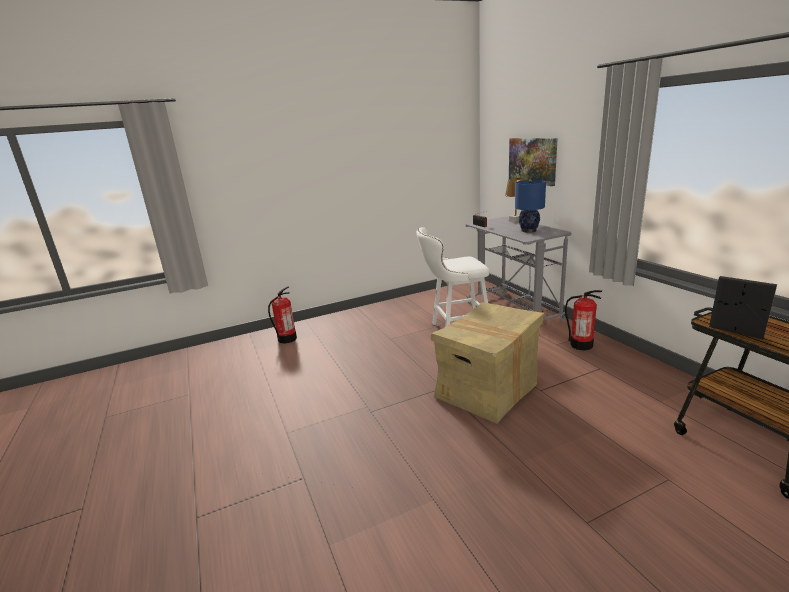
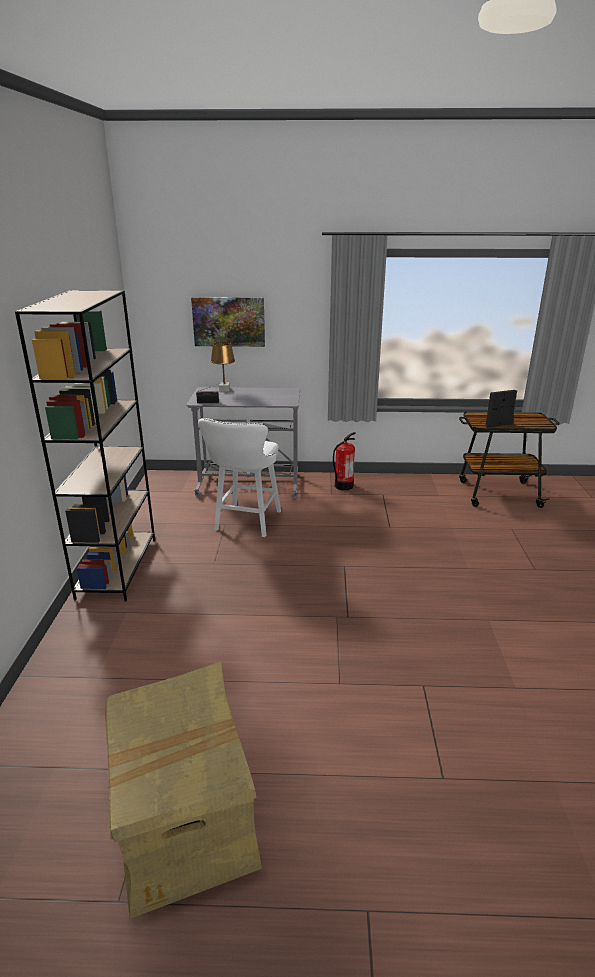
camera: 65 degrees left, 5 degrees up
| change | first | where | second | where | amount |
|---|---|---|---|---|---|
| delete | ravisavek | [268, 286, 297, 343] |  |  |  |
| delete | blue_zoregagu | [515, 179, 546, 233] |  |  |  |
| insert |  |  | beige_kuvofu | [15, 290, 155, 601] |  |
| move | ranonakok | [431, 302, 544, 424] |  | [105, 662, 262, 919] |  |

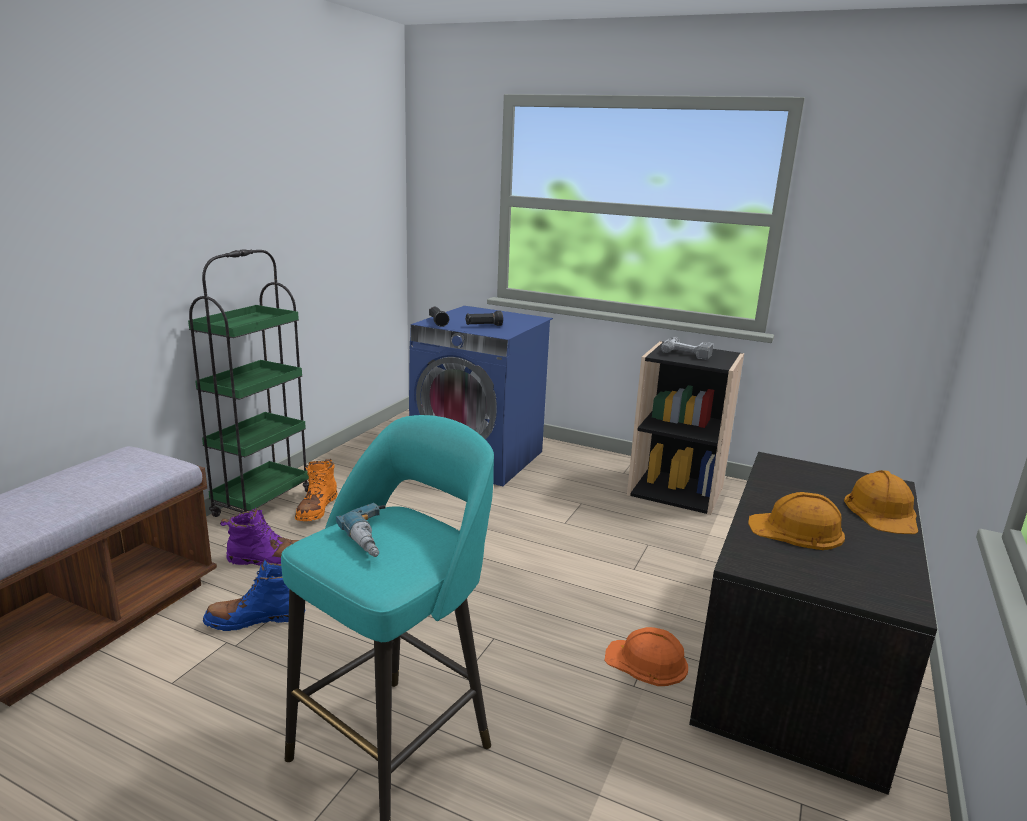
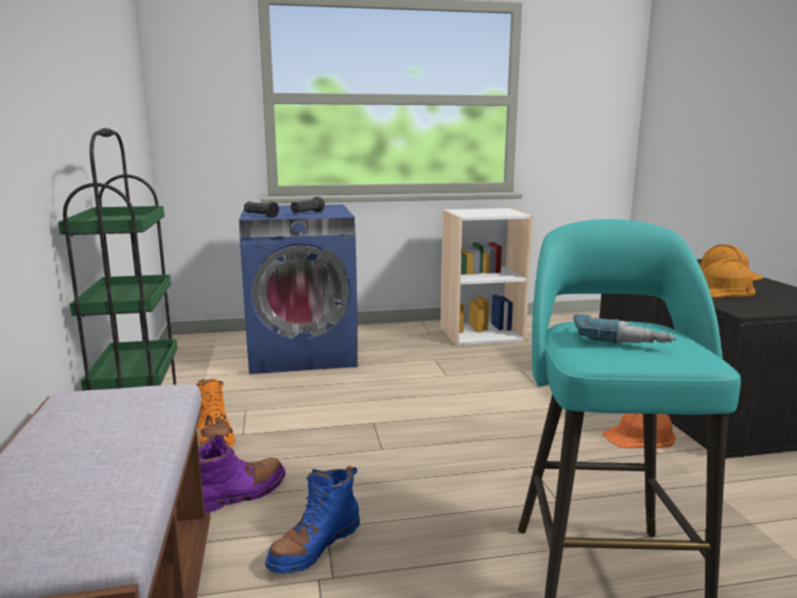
camera: 35 degrees left, 5 degrees down
| change | first | where | second | where | amount |
|---|---|---|---|---|---|
| delete | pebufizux | [661, 336, 713, 360] |  |  |  |
| recolor | black_kuvofu | [627, 341, 744, 515] | white_kuvofu | [440, 208, 533, 345] |  |

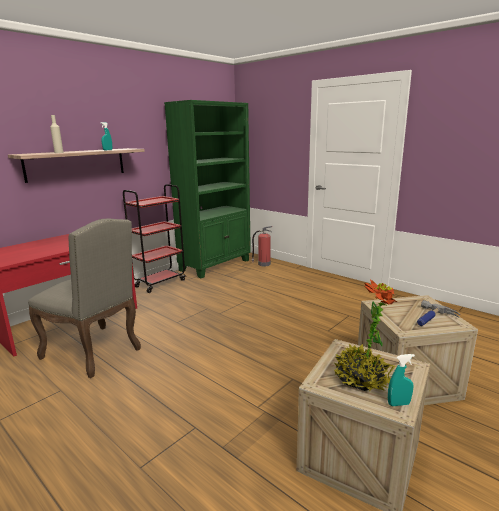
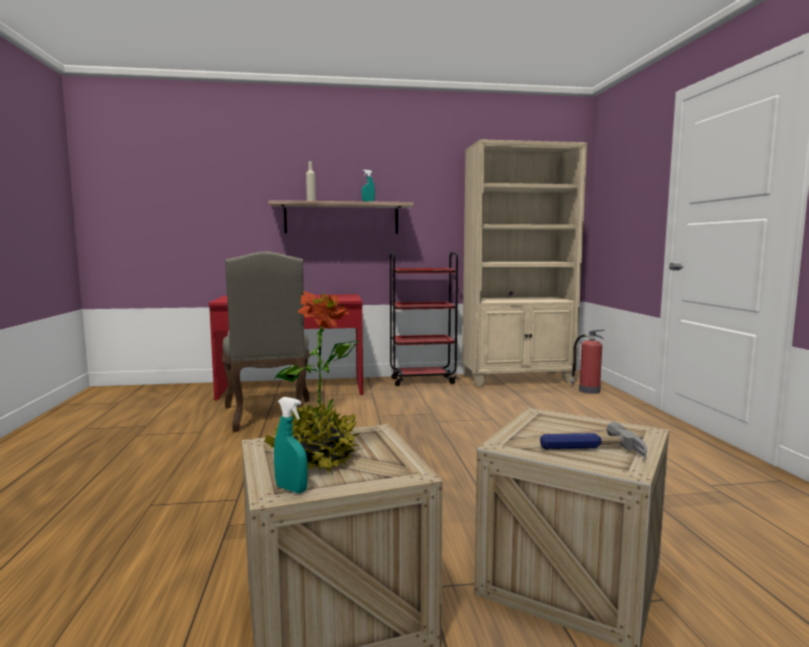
camera: 40 degrees right, 10 degrees down
| change | first | where | second | where | amount |
|---|---|---|---|---|---|
| recolor | green_kuvofu | [164, 100, 251, 278] | beige_kuvofu | [462, 139, 587, 387] |  |

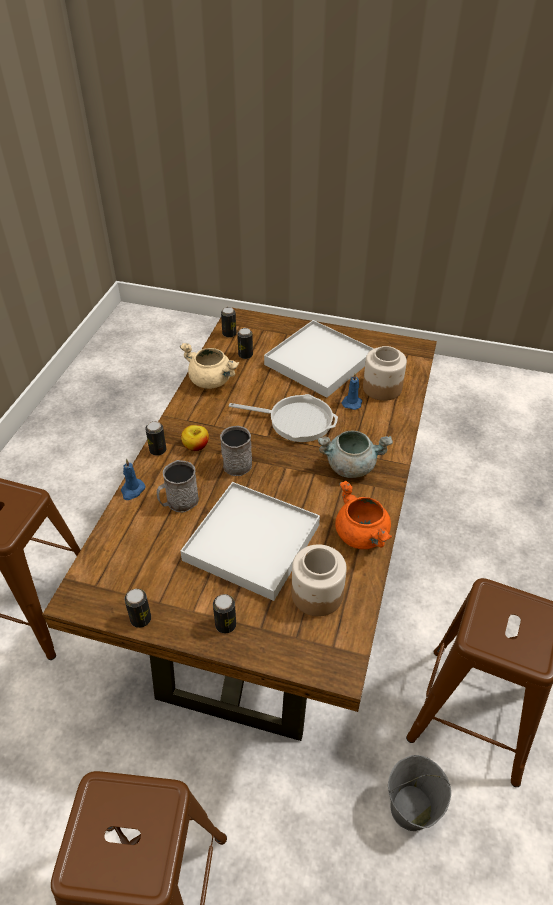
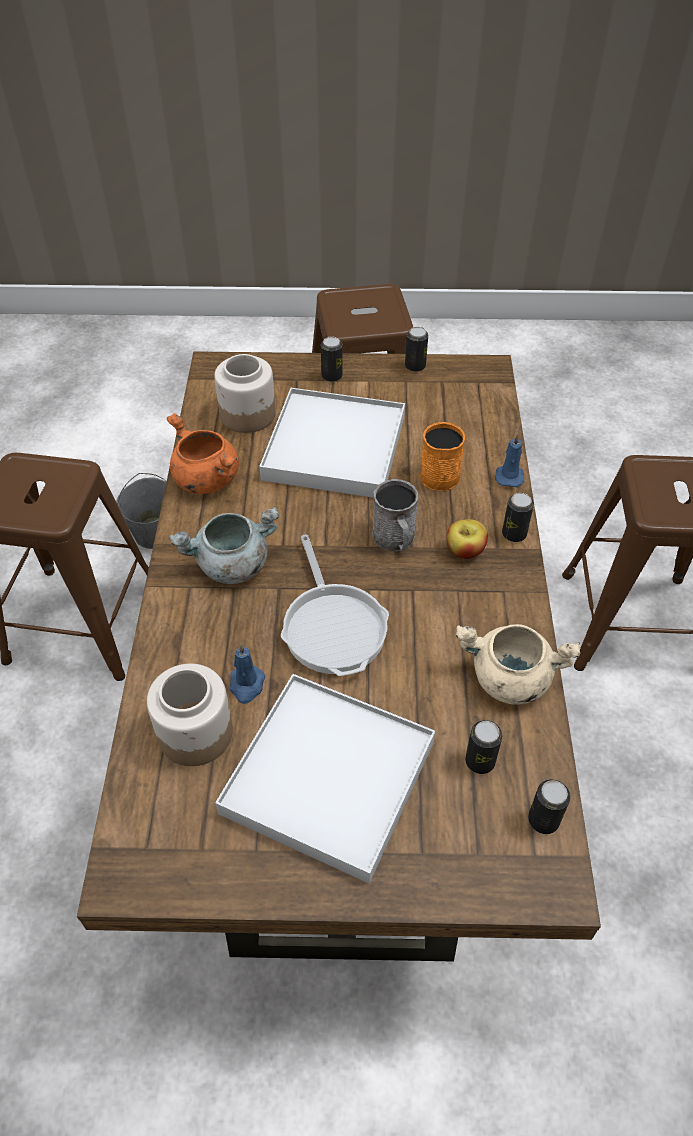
camera: 165 degrees right, 5 degrees up
| change | first | where | second | where | amount |
|---|---|---|---|---|---|
| recolor | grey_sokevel | [157, 460, 199, 513] | orange_sokevel | [420, 422, 465, 491] |  |
| rotate | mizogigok | [229, 394, 338, 442] |  | [281, 534, 389, 676] | 105 degrees counterclockwise |

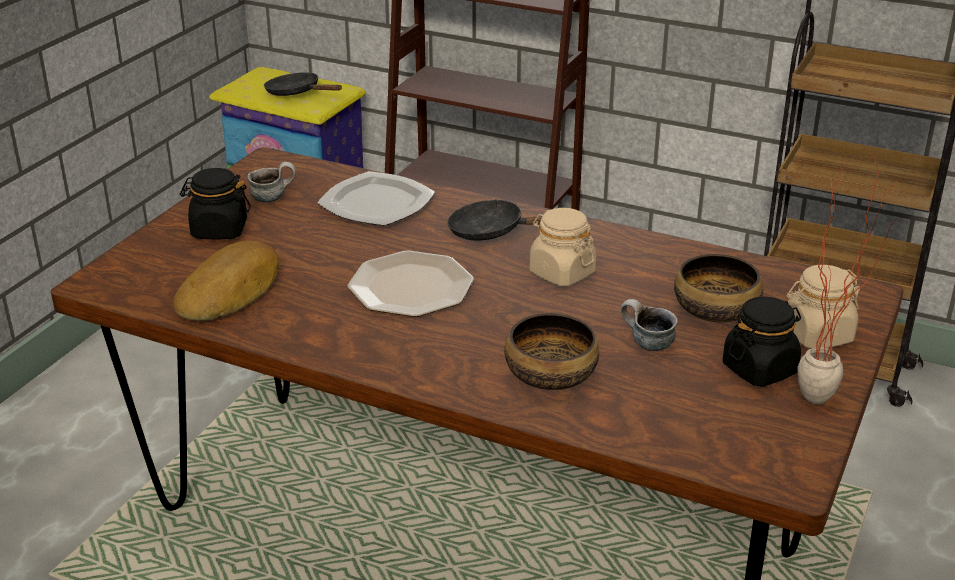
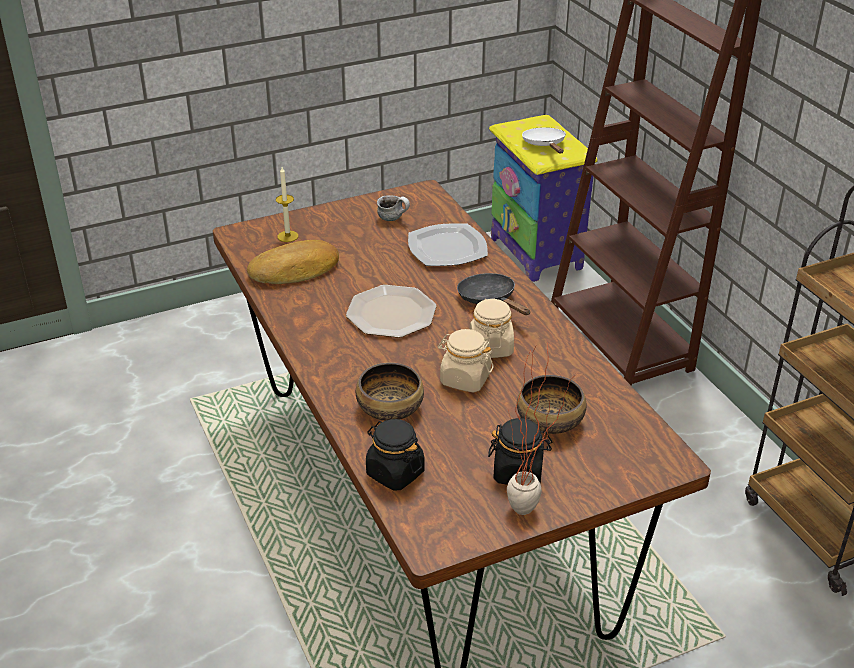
camera: 40 degrees right, 5 degrees up
| change | first | where | second | where | amount |
|---|---|---|---|---|---|
| delete | sokevel | [620, 299, 678, 351] |  |  |  |
| insert |  |  | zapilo | [276, 167, 298, 242] |  |
| move | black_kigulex | [180, 168, 251, 239] |  | [366, 419, 424, 491] |  |
| move | beige_kigulex | [787, 265, 860, 349] |  | [438, 329, 494, 393] |  |
| recolor | black_mizogigok | [264, 72, 342, 96] | white_mizogigok | [522, 127, 566, 154] |  |

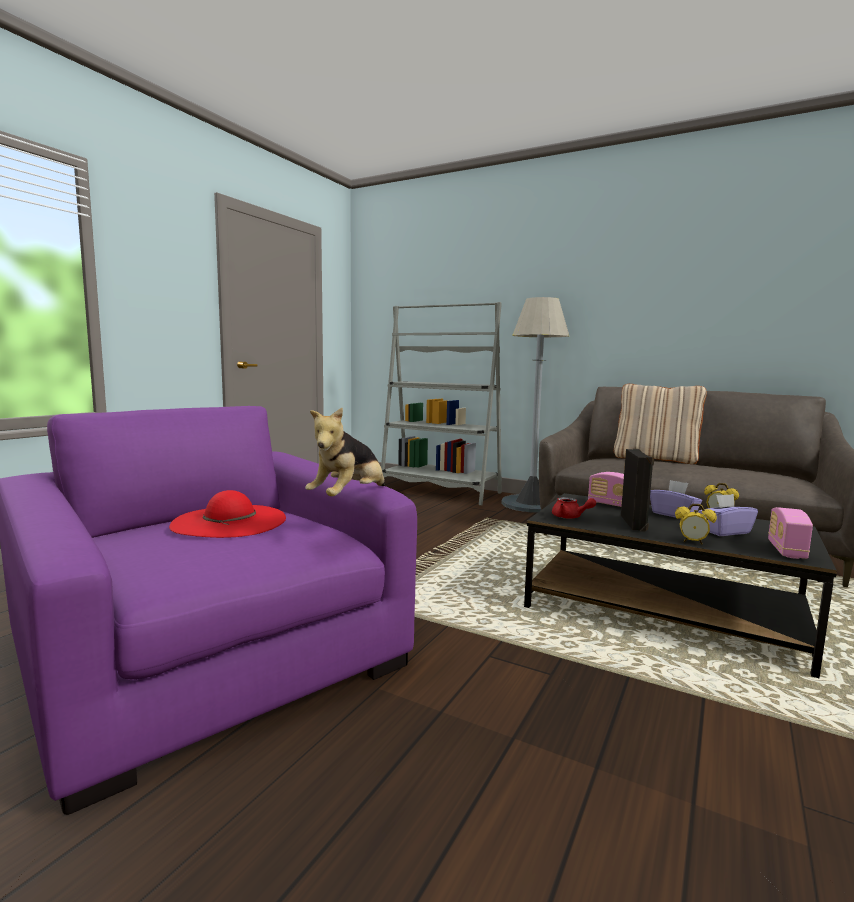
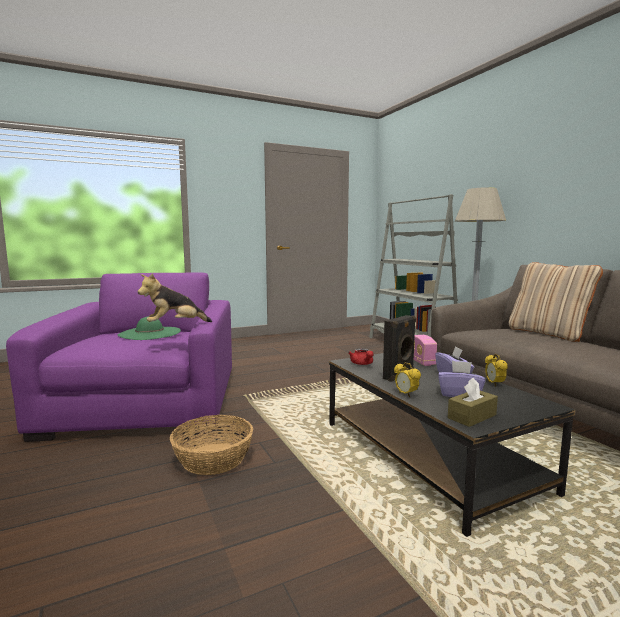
camera: 35 degrees right, 0 degrees up
| change | first | where | second | where | amount |
|---|---|---|---|---|---|
| insert |  |  | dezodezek | [170, 415, 253, 475] |  |
| replace | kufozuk | [768, 507, 813, 559] | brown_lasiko | [448, 378, 498, 427] |  |
| recolor | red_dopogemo | [169, 490, 286, 538] | green_dopogemo | [118, 316, 181, 340] |  |

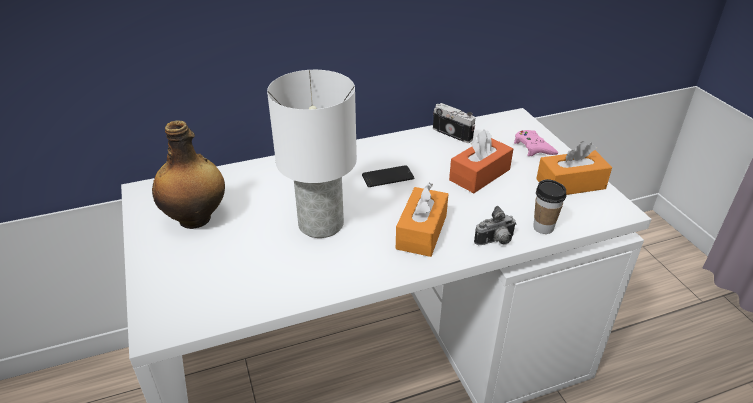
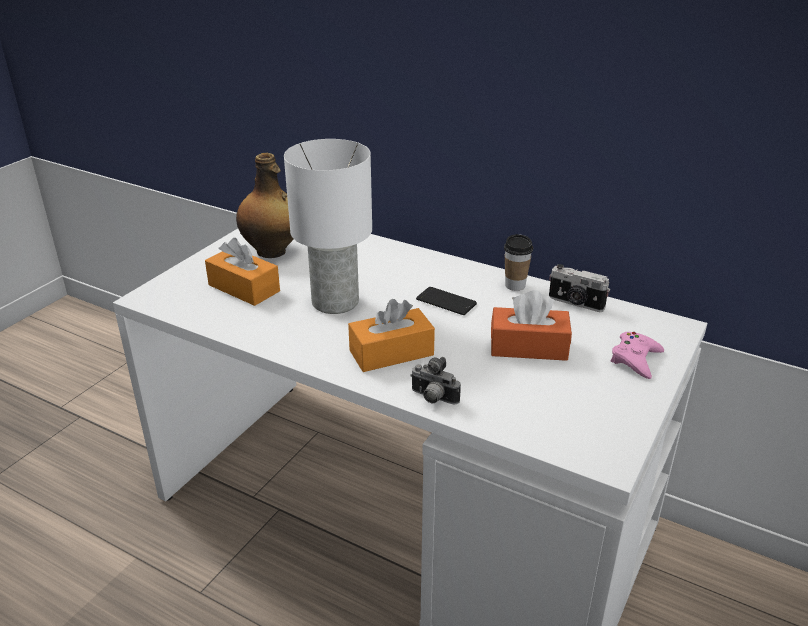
camera: 50 degrees right, 5 degrees down
| change | first | where | second | where | amount |
|---|---|---|---|---|---|
| move | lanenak | [533, 179, 567, 234] |  | [504, 234, 533, 291] |  |
| move | orange_lasiko | [536, 141, 612, 195] |  | [205, 238, 280, 306] |  |
| rotate | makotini | [433, 103, 475, 143] |  | [549, 264, 610, 312] | 120 degrees clockwise |

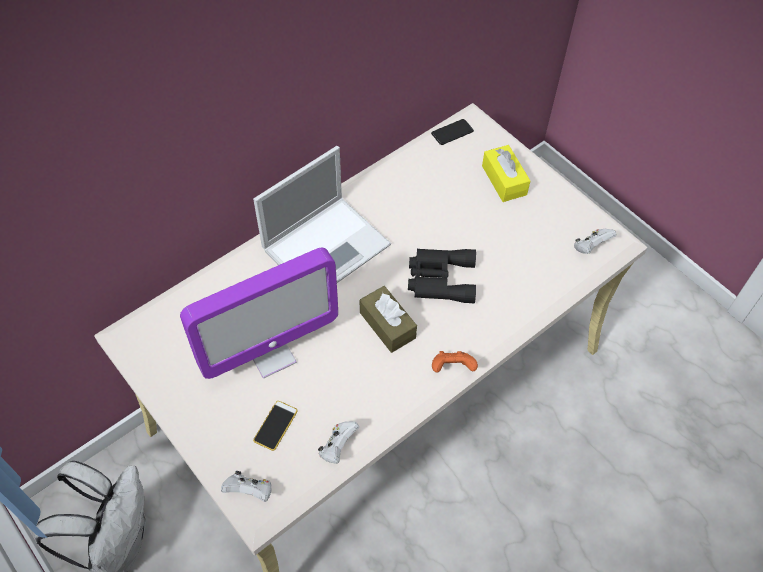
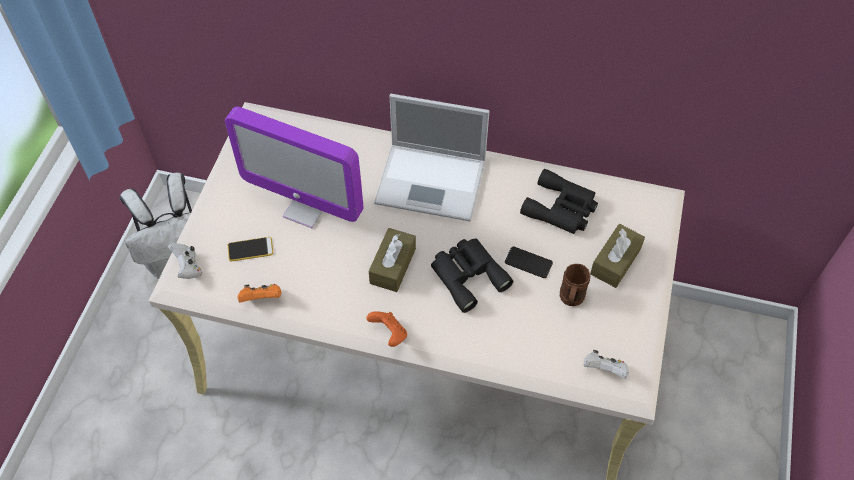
camera: 55 degrees right, 0 degrees up
| change | first | where | second | where | amount |
|---|---|---|---|---|---|
| insert |  |  | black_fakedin | [520, 169, 598, 234] |  |
| insert |  |  | brown_sokevel | [560, 264, 591, 306] |  |
| move | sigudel | [431, 119, 474, 145] |  | [505, 246, 553, 278] |  |
| recolor | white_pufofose | [318, 421, 359, 464] | orange_pufofose | [238, 284, 281, 303] |  |
| recolor | yellow_lasiko | [482, 145, 530, 202] | brown_lasiko | [590, 224, 645, 288] |  |

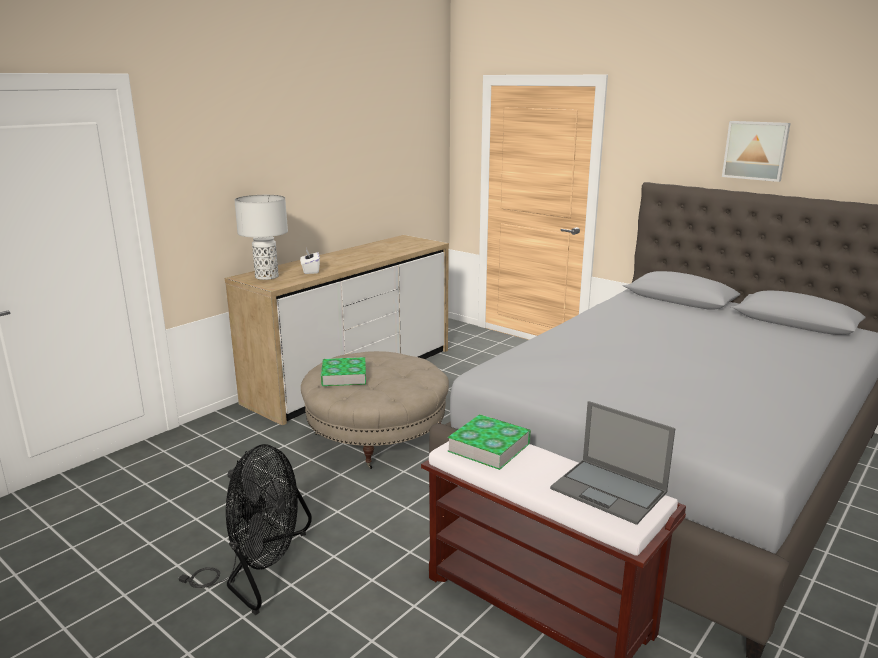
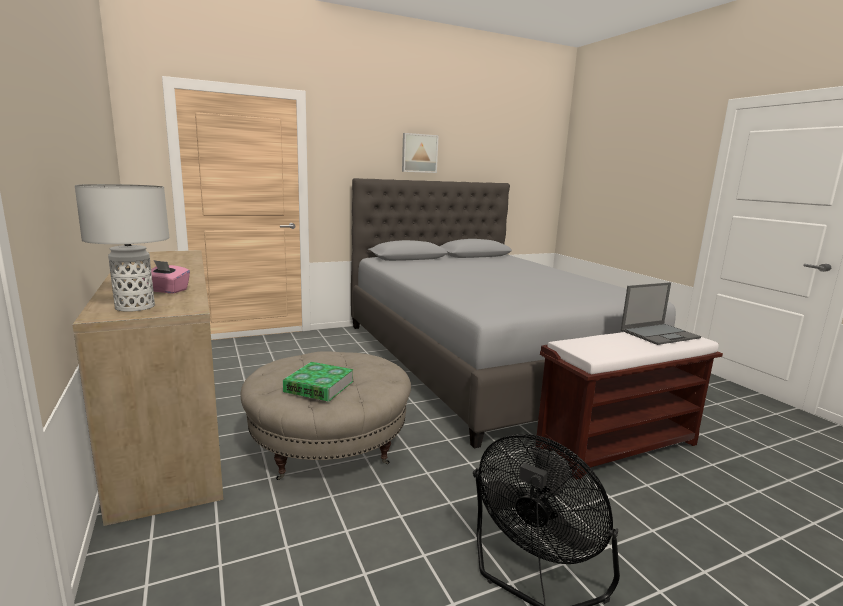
camera: 65 degrees left, 5 degrees down
| change | first | where | second | where | amount |
|---|---|---|---|---|---|
| delete | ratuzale | [448, 414, 531, 470] |  |  |  |
| recolor | white_lasiko | [300, 249, 320, 274] | pink_lasiko | [142, 260, 190, 294] |  |

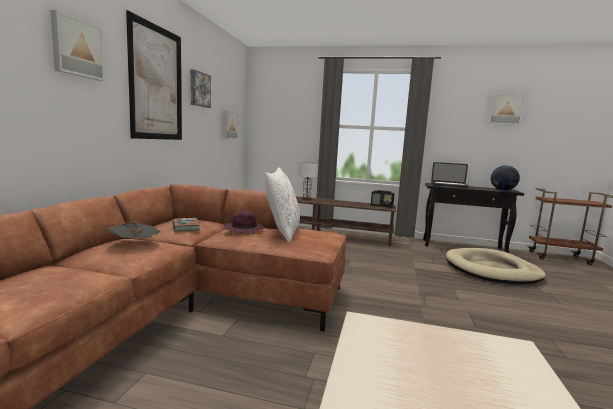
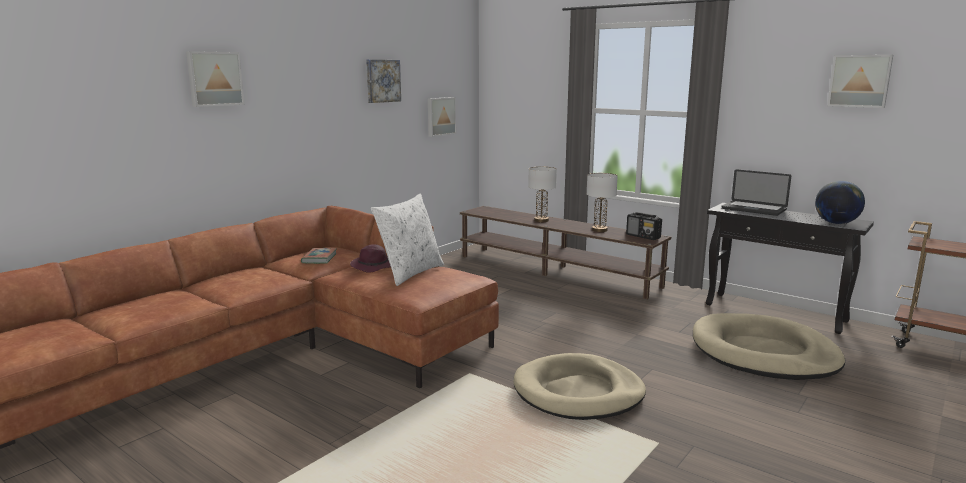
camera: 25 degrees right, 5 degrees up
| change | first | where | second | where | amount |
|---|---|---|---|---|---|
| delete | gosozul | [106, 223, 161, 238] |  |  |  |
| delete | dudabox | [126, 10, 182, 140] |  |  |  |
| insert |  |  | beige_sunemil | [513, 353, 646, 420] |  |
| insert |  |  | zoregagu | [587, 173, 618, 232] |  |

